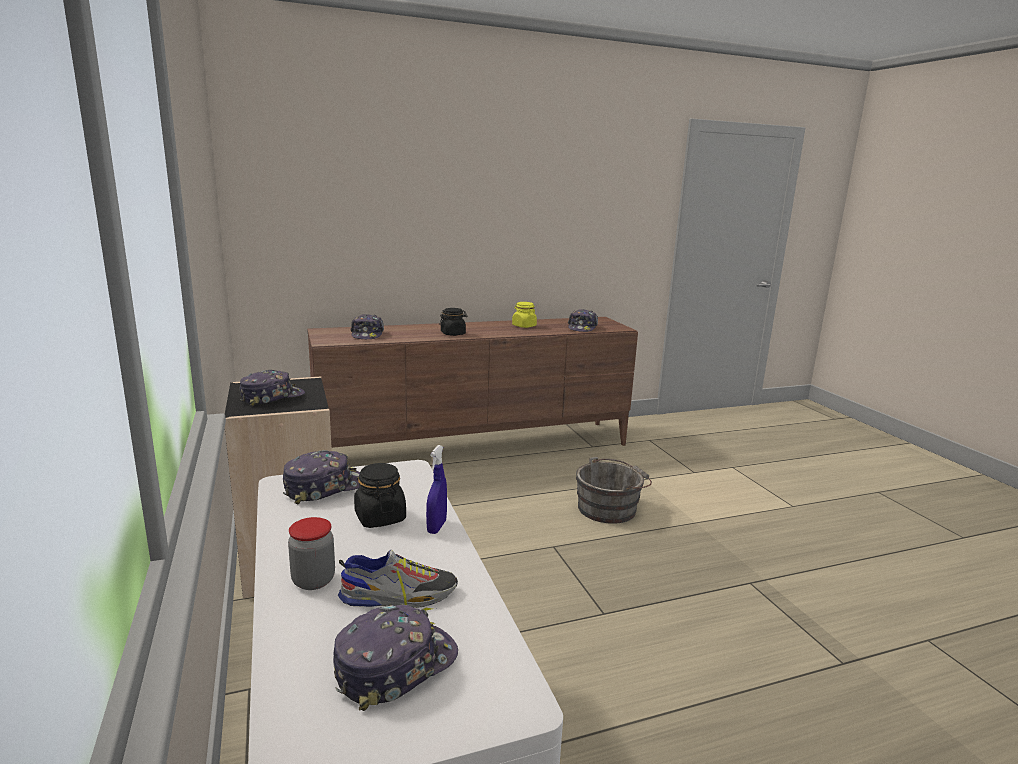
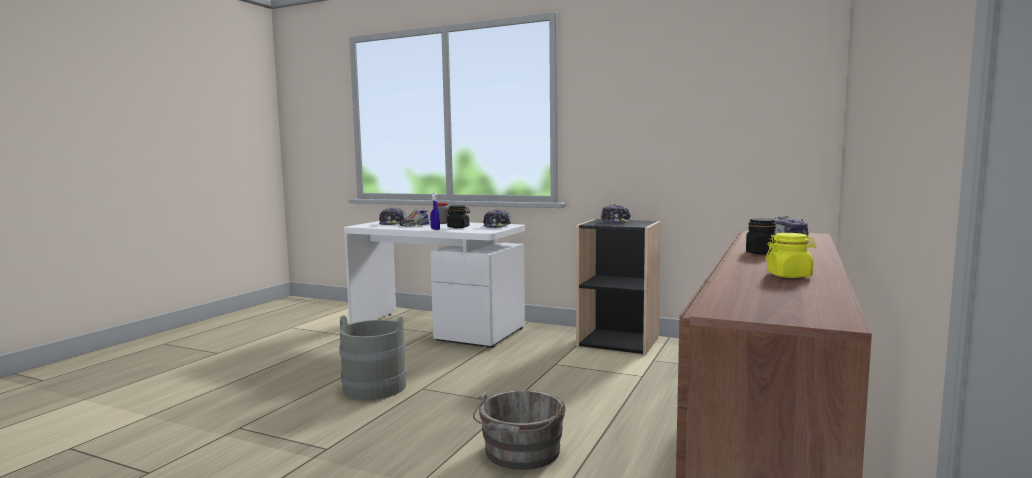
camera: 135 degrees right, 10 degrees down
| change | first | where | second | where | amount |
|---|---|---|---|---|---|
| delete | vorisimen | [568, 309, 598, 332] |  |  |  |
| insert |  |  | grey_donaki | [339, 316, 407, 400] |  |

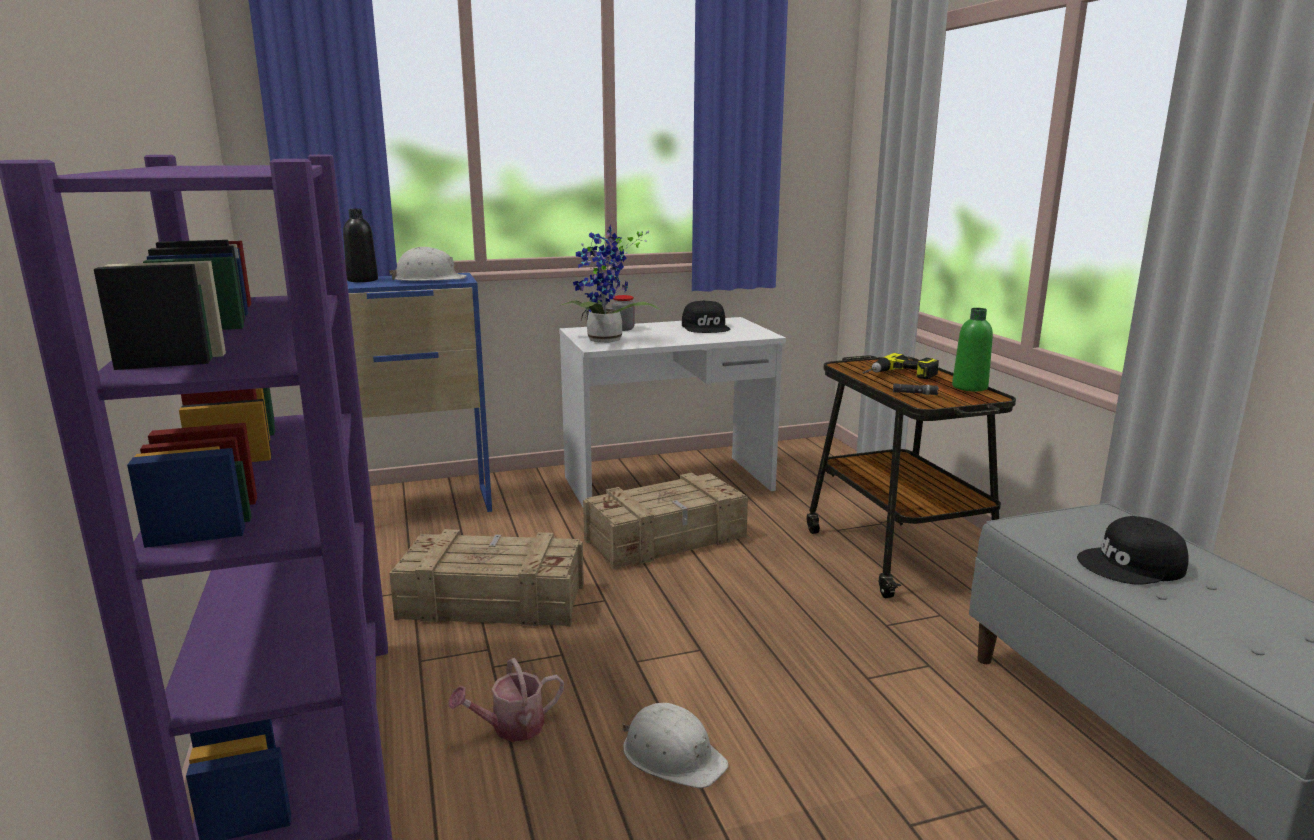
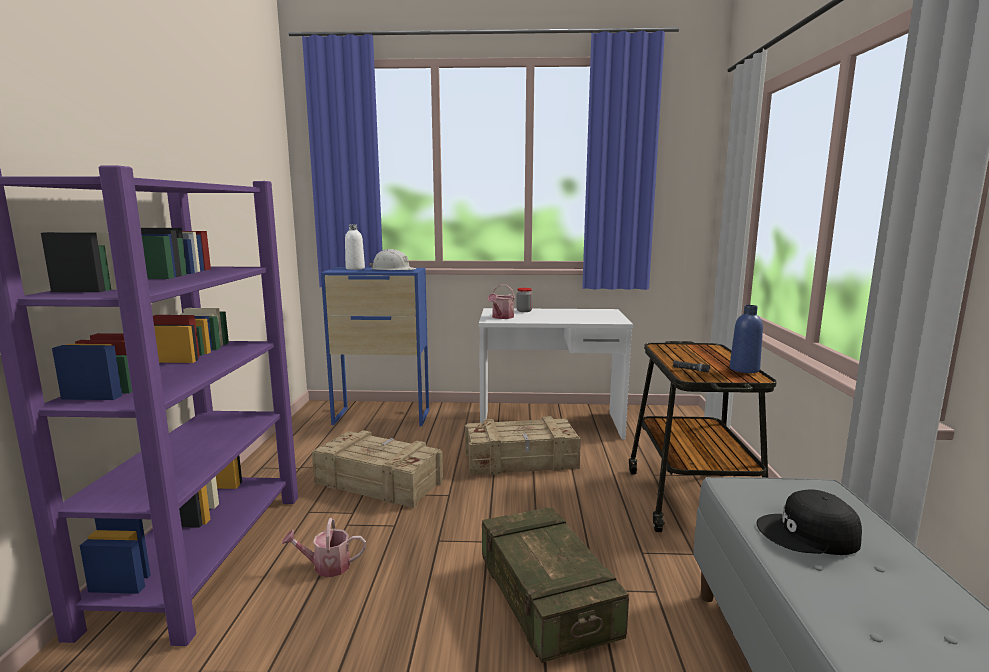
camera: 20 degrees right, 5 degrees down
| change | first | where | second | where | amount |
|---|---|---|---|---|---|
| delete | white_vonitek | [622, 703, 729, 788] |  |  |  |
| delete | black_vorisimen | [682, 300, 730, 333] |  |  |  |
| delete | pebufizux | [862, 353, 939, 379] |  |  |  |
| insert |  |  | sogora | [482, 507, 629, 663] |  |
| replace | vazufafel | [560, 225, 662, 343] | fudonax | [487, 284, 515, 319] |  |
| recolor | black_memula | [343, 209, 378, 282] | white_memula | [345, 224, 365, 270] |  |
| recolor | green_memula | [952, 308, 993, 391] | blue_memula | [730, 305, 763, 373] |  |

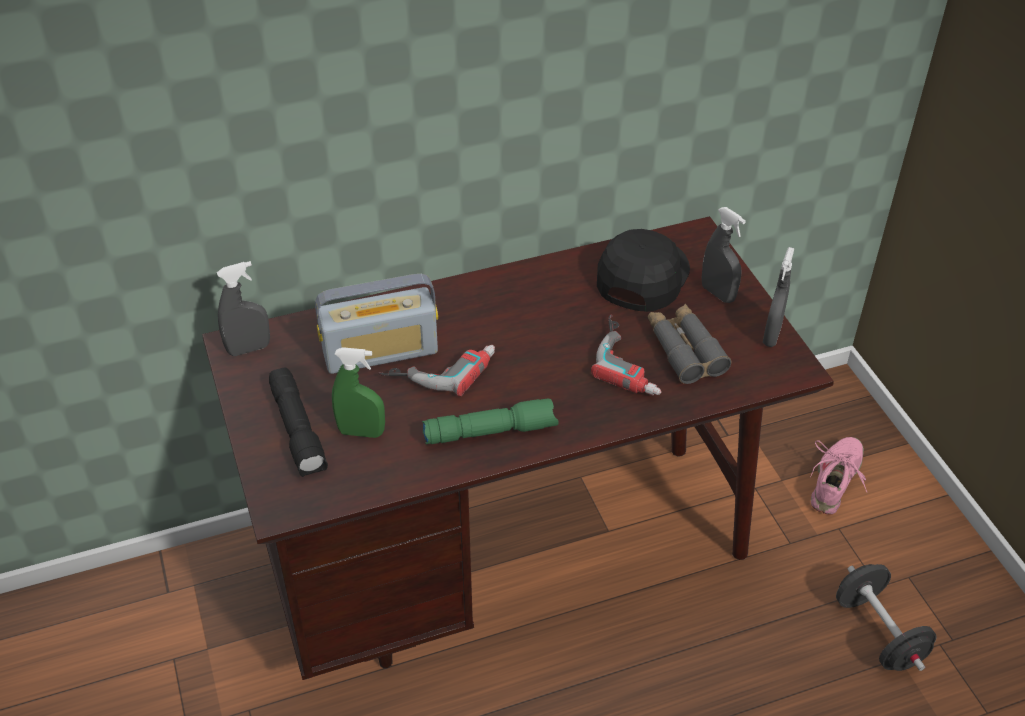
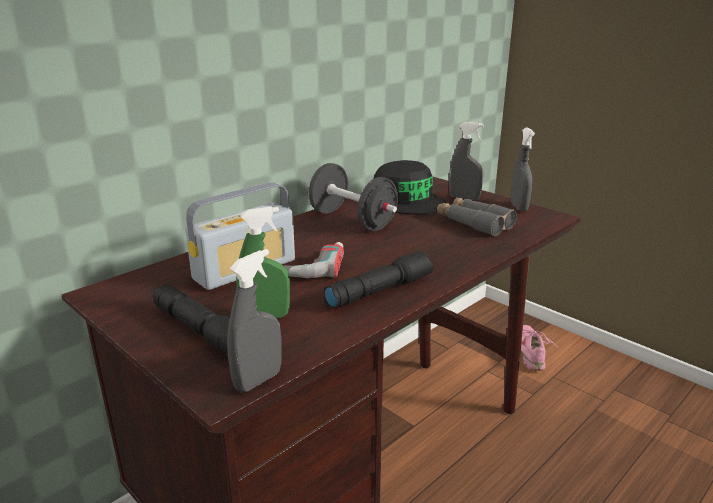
camera: 25 degrees left, 20 degrees down
| change | first | where | second | where | amount |
|---|---|---|---|---|---|
| delete | pebufizux | [591, 314, 661, 395] |  |  |  |
| move | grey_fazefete | [217, 261, 270, 356] |  | [227, 249, 282, 392] |  |
| move | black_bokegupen | [836, 564, 936, 671] |  | [309, 163, 398, 231] |  |
| recolor | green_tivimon | [422, 398, 559, 444] | black_tivimon | [324, 251, 434, 308] |  |
| rotate | black_vorisimen | [597, 229, 690, 312] |  | [373, 160, 446, 215] | 150 degrees clockwise |

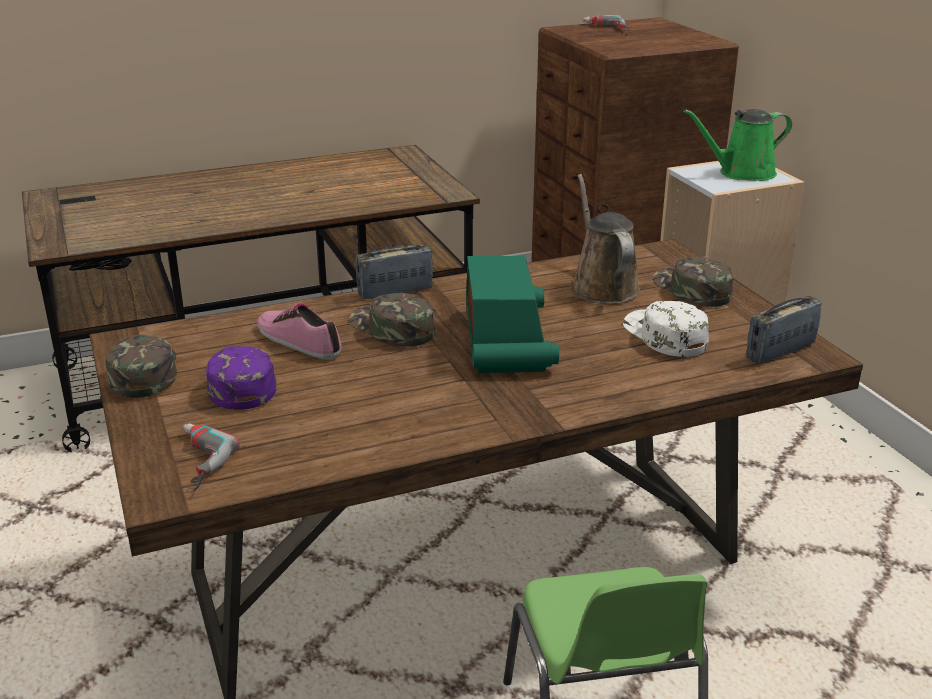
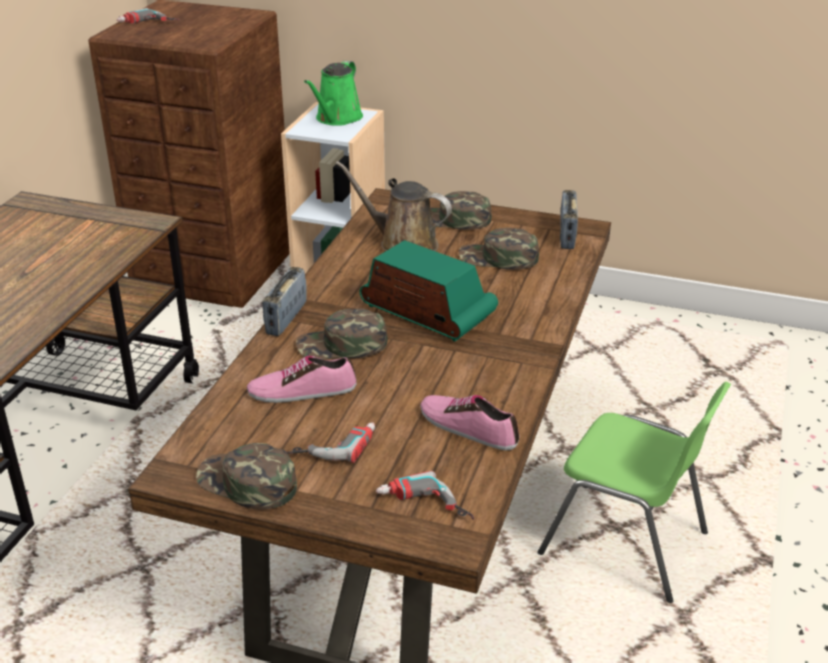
camera: 50 degrees left, 5 degrees up
| change | first | where | second | where | amount |
|---|---|---|---|---|---|
| insert |  |  | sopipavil | [420, 395, 519, 451] |  |
| replace | purple_vorisimen | [206, 346, 277, 410] | pebufizux | [286, 422, 375, 463] |  |
| recolor | white_vorisimen | [623, 301, 709, 357] | green_vorisimen | [459, 228, 539, 270] |  |

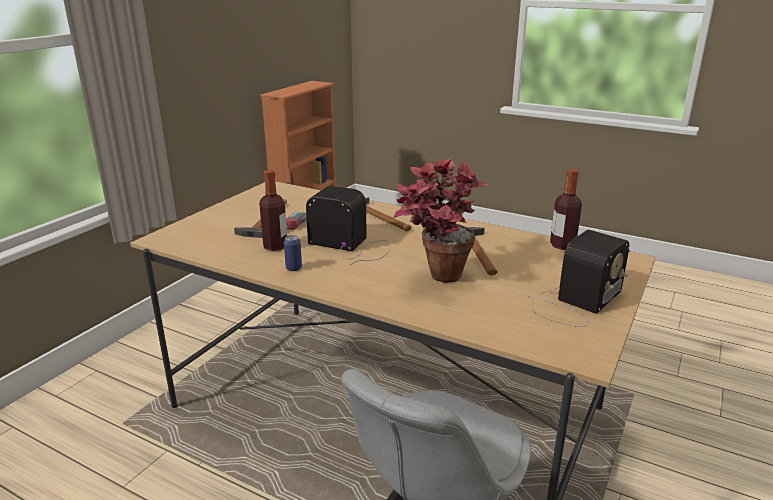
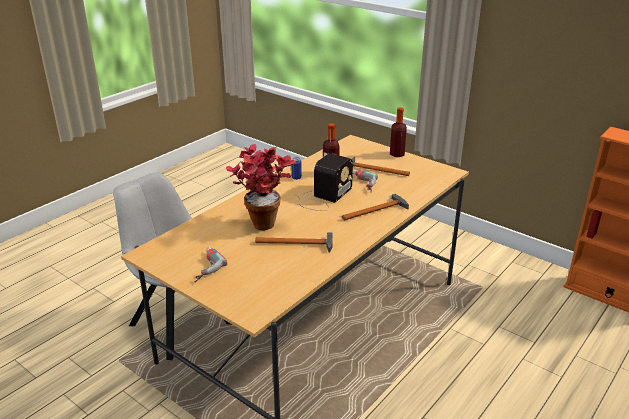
camera: 100 degrees right, 5 degrees up
| change | first | where | second | where | amount |
|---|---|---|---|---|---|
| move | memula | [550, 169, 582, 250] |  | [390, 107, 407, 157] |  |
| replace | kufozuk | [523, 230, 629, 327] | pebufizux | [194, 247, 227, 282] |  |

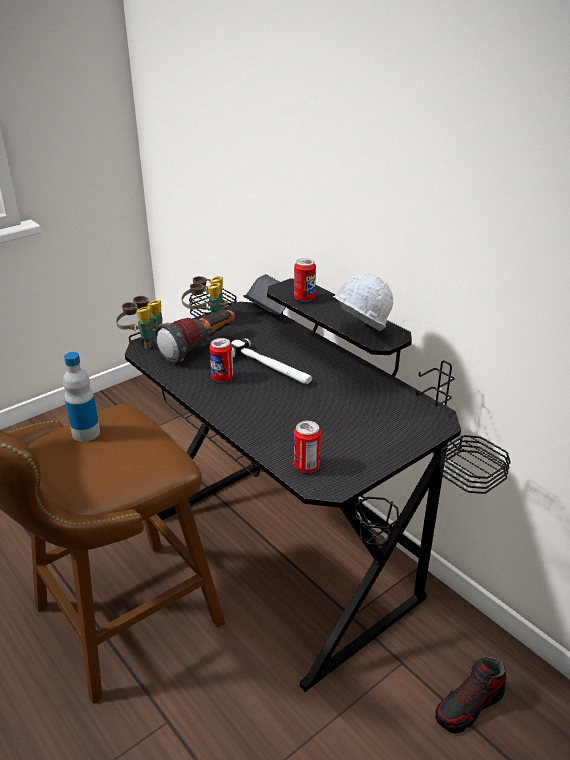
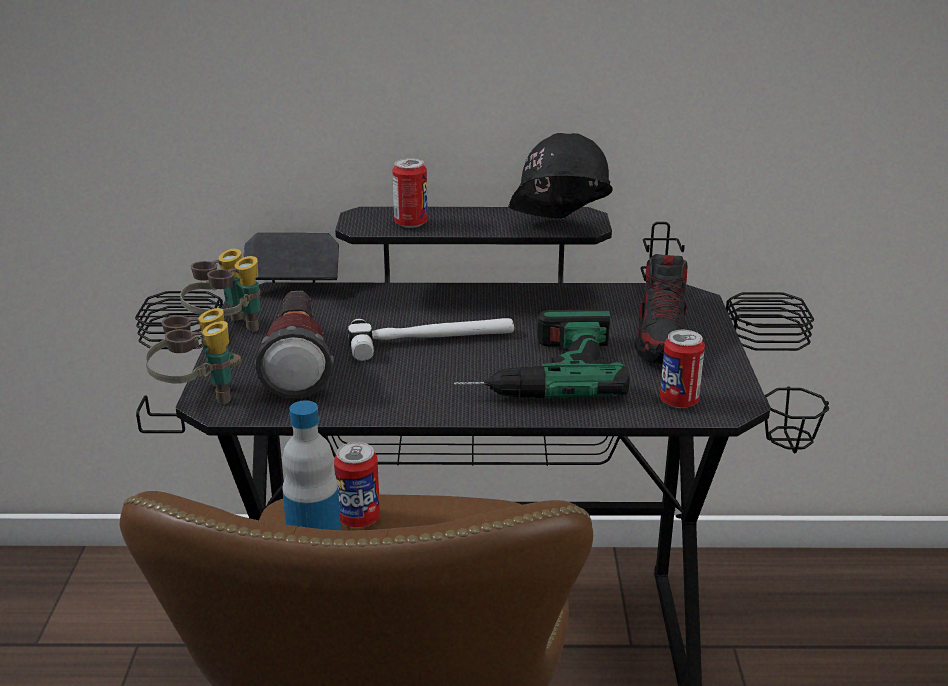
camera: 50 degrees left, 5 degrees down
| change | first | where | second | where | amount |
|---|---|---|---|---|---|
| insert |  |  | pebufizux | [454, 309, 629, 398] |  |
| move | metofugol | [210, 338, 233, 382] |  | [334, 442, 380, 528] |  |
| move | sopipavil | [435, 657, 506, 734] |  | [635, 254, 688, 364] |  |
| recolor | white_vonitek | [333, 273, 393, 331] | black_vonitek | [508, 133, 613, 219] |  |

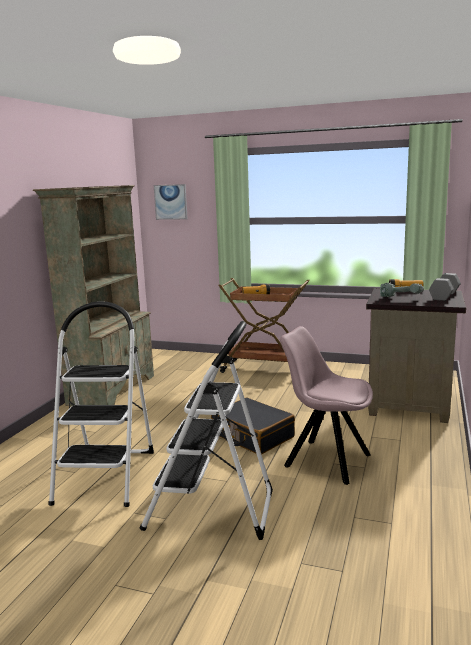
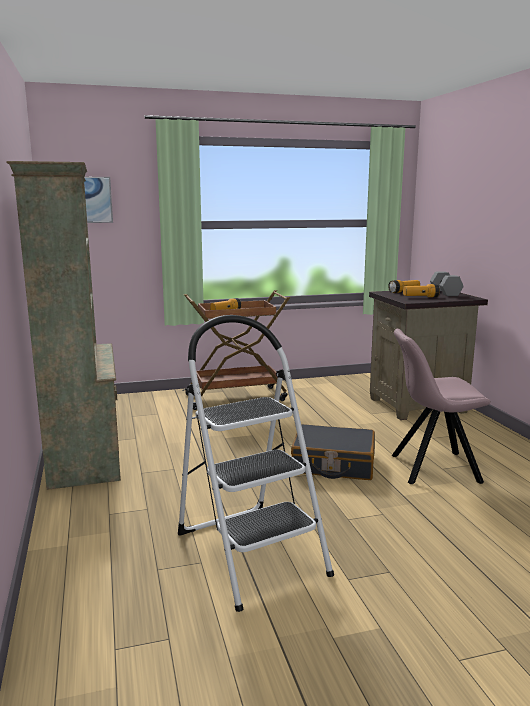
camera: 35 degrees left, 0 degrees up
| change | first | where | second | where | amount |
|---|---|---|---|---|---|
| delete | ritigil | [140, 321, 273, 540] |  |  |  |
| replace | pebufizux | [380, 282, 424, 297] | tivimon | [403, 284, 440, 297] |  |

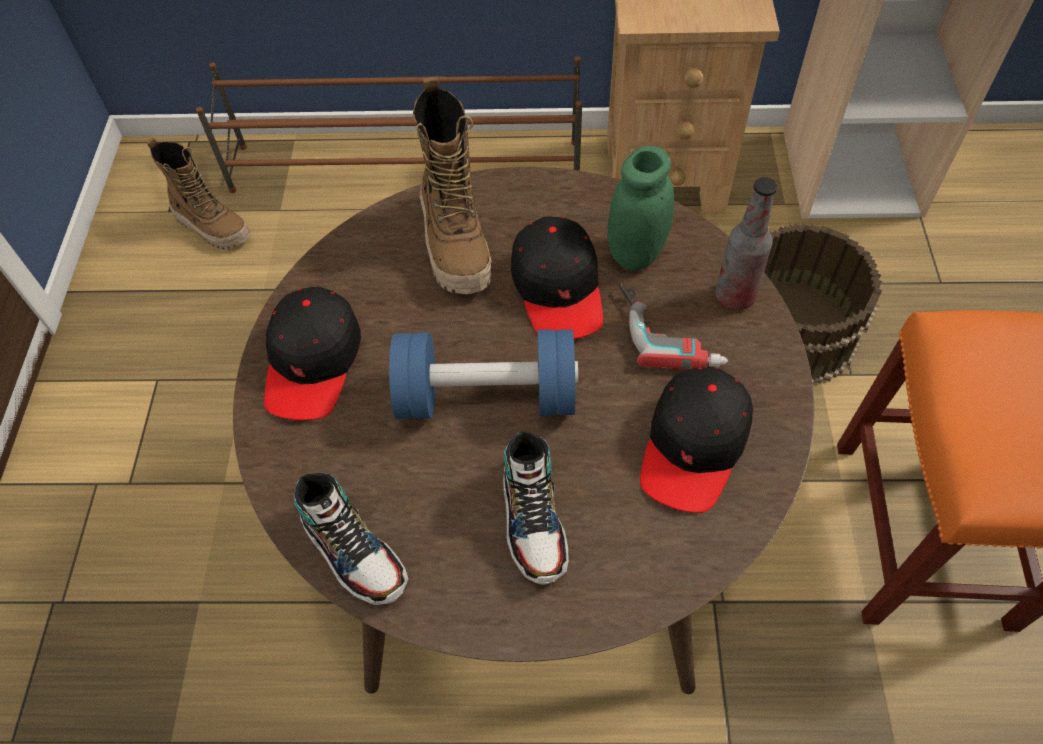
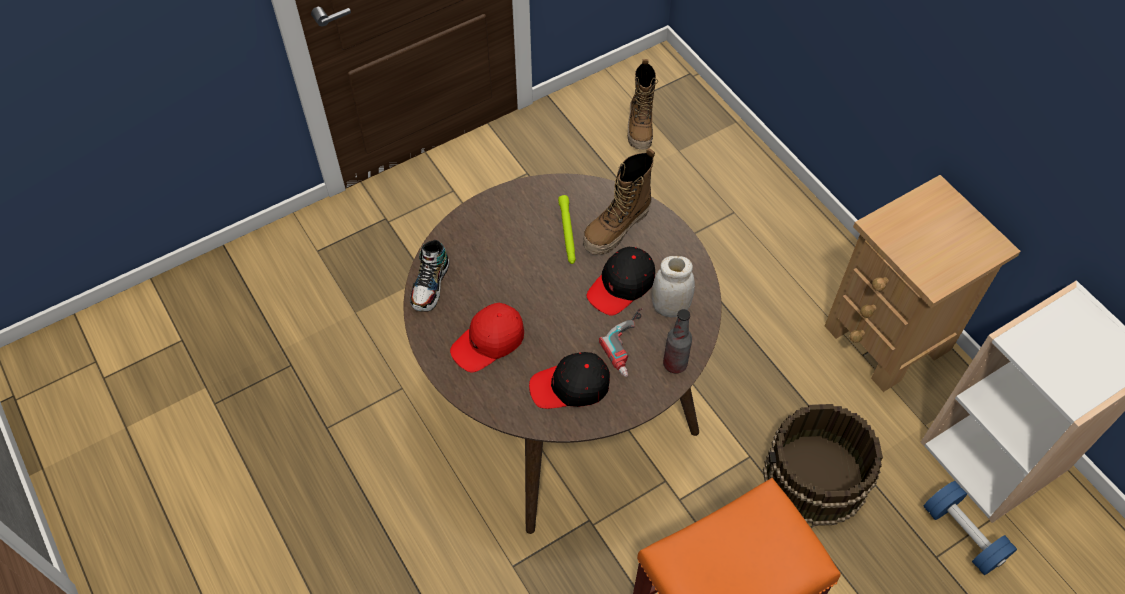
camera: 55 degrees right, 0 degrees up
| change | first | where | second | where | amount |
|---|---|---|---|---|---|
| delete | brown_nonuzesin | [196, 56, 582, 193] |  |  |  |
| delete | black_vorisimen | [264, 286, 361, 420] |  |  |  |
| insert |  |  | green_tivimon | [558, 195, 576, 264] |  |
| move | blue_bokegupen | [389, 329, 578, 419] |  | [923, 481, 1017, 575] |  |
| replace | sopipavil | [503, 431, 569, 585] | red_vorisimen | [450, 303, 524, 373] |  |
| recolor | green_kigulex | [608, 146, 674, 271] | white_kigulex | [652, 256, 695, 317] |  |

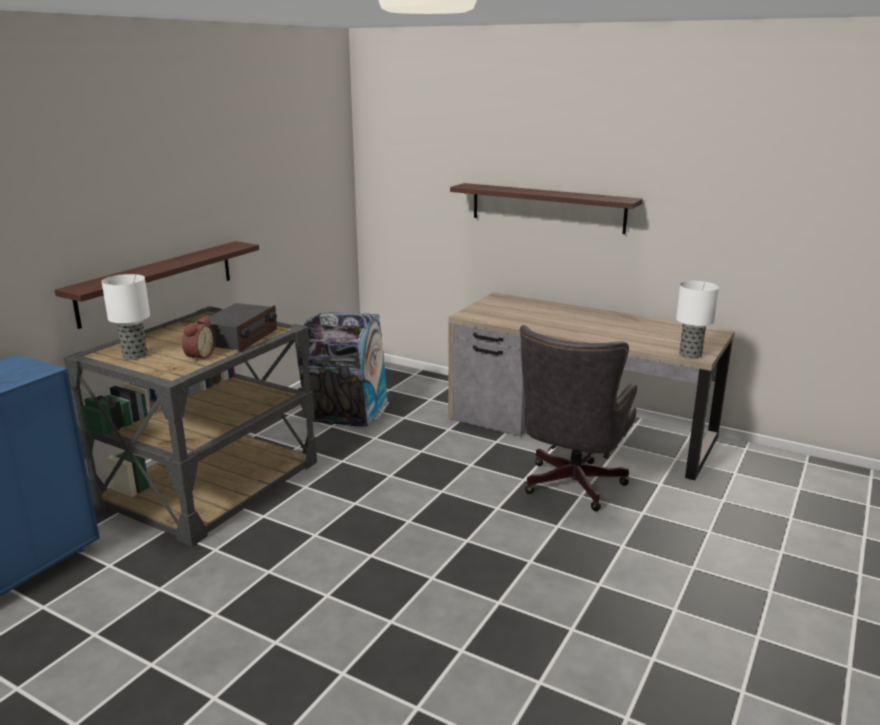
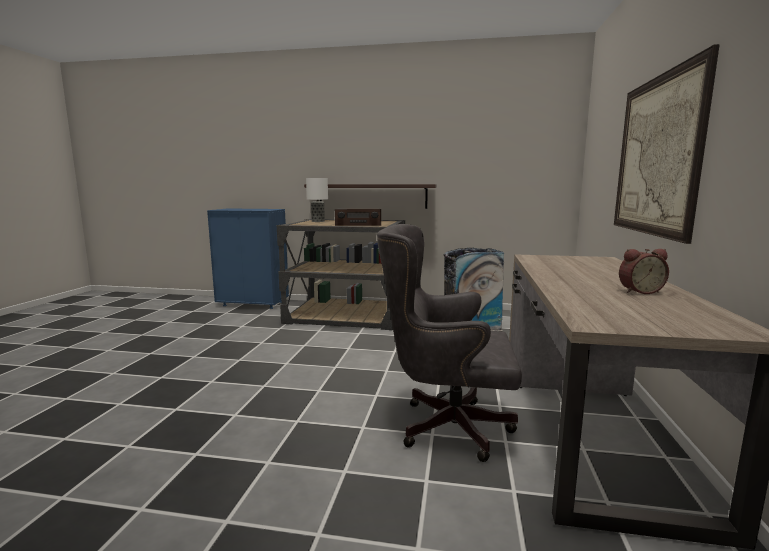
camera: 70 degrees right, 10 degrees down
| change | first | where | second | where | amount |
|---|---|---|---|---|---|
| delete | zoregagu | [676, 281, 719, 359] |  |  |  |
| move | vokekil | [182, 316, 216, 362] |  | [619, 249, 669, 294] |  |
| replace | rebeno | [450, 183, 643, 234] | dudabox | [614, 44, 720, 244] |  |

